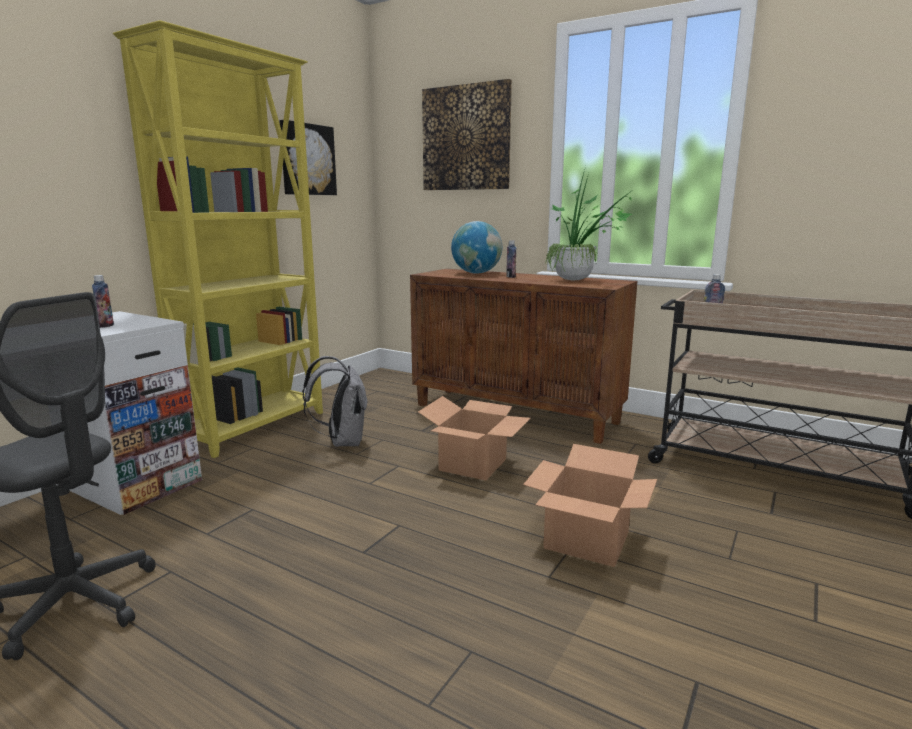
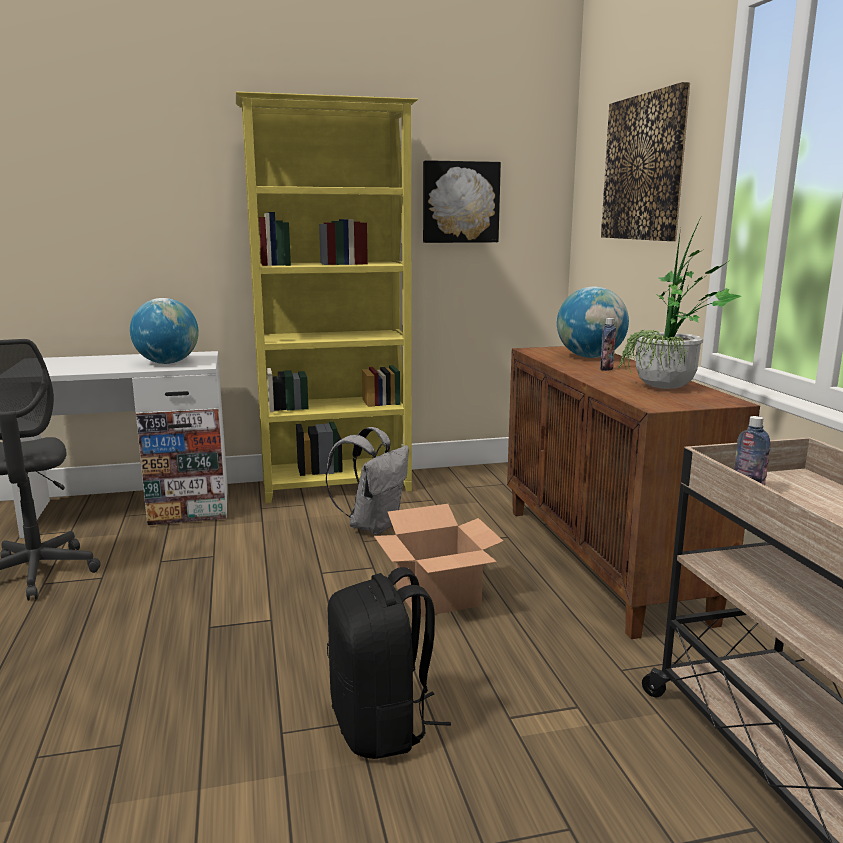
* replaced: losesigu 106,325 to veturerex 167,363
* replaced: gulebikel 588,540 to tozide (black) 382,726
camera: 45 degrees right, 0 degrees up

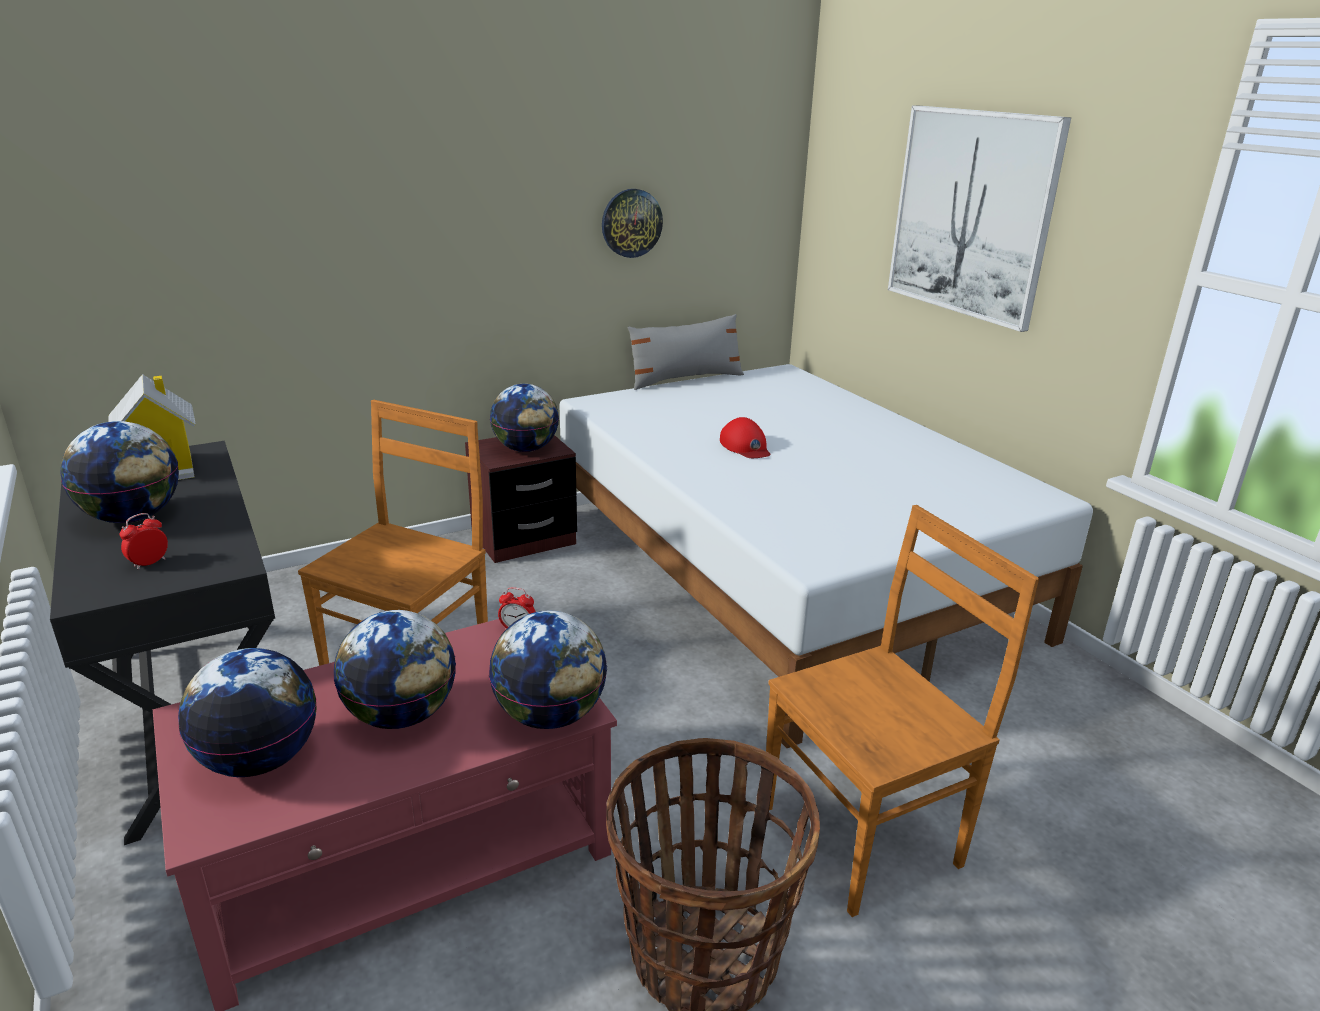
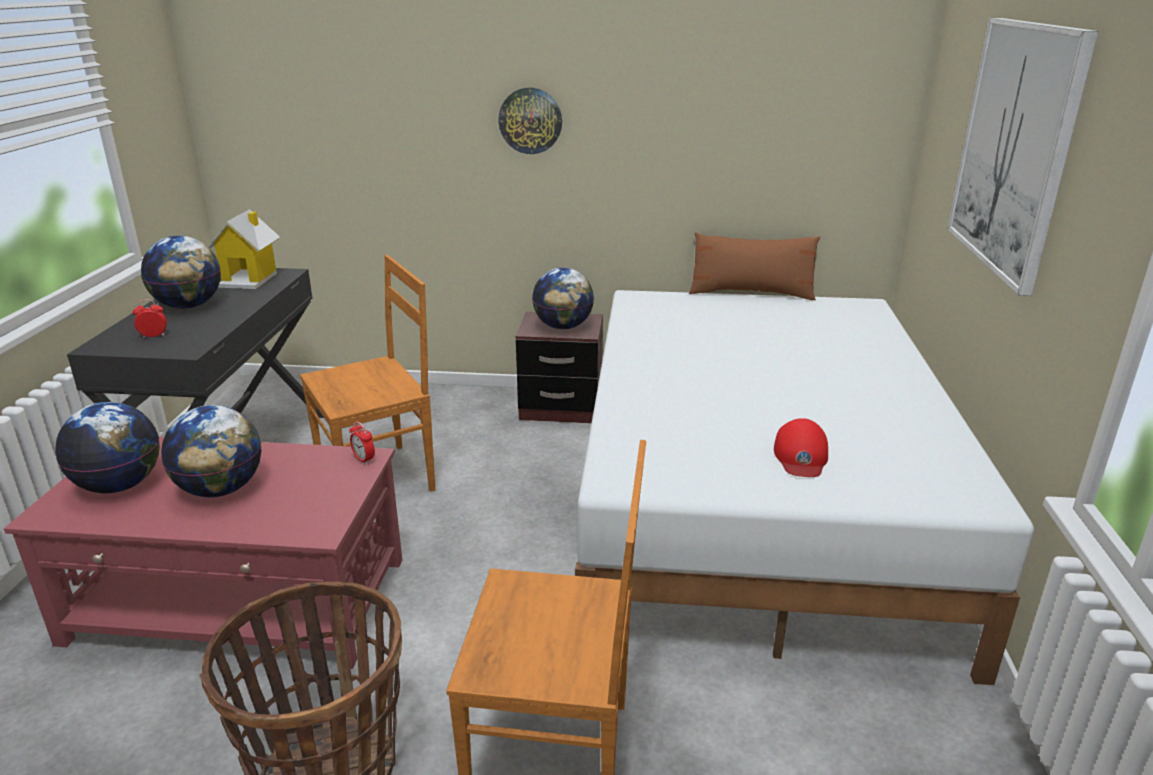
* moved: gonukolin 631,223 to 530,120
* recoloured: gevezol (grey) 685,379 to gevezol (brown) 751,293
* moved: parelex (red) 745,446 to 801,456
* removed: veturerex 550,716
camera: 35 degrees right, 0 degrees up

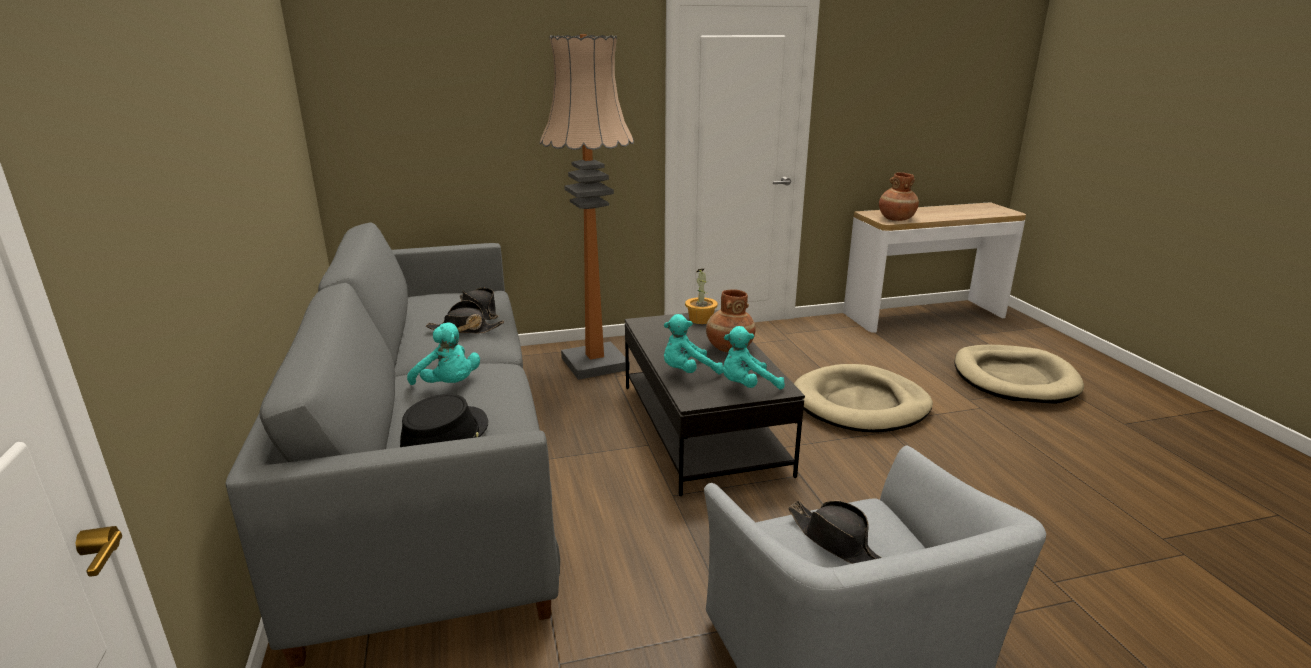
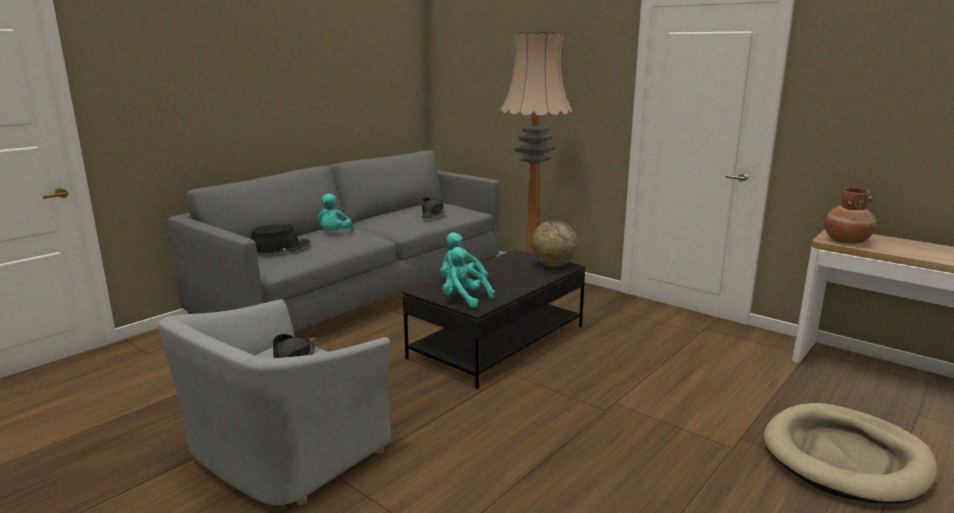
* replaced: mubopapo 701,319 to veturerex 553,265
* removed: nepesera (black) 465,329
* removed: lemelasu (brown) 729,348
* removed: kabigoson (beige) 860,404
camera: 55 degrees right, 5 degrees down

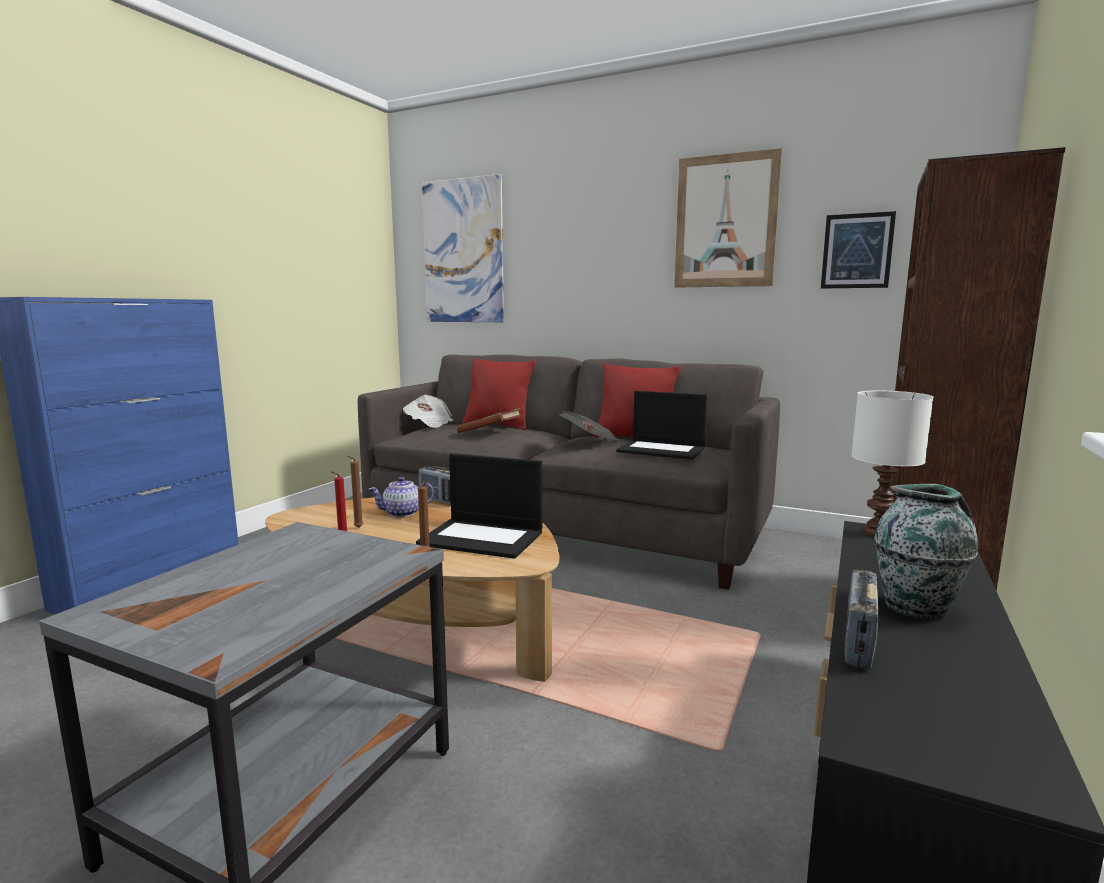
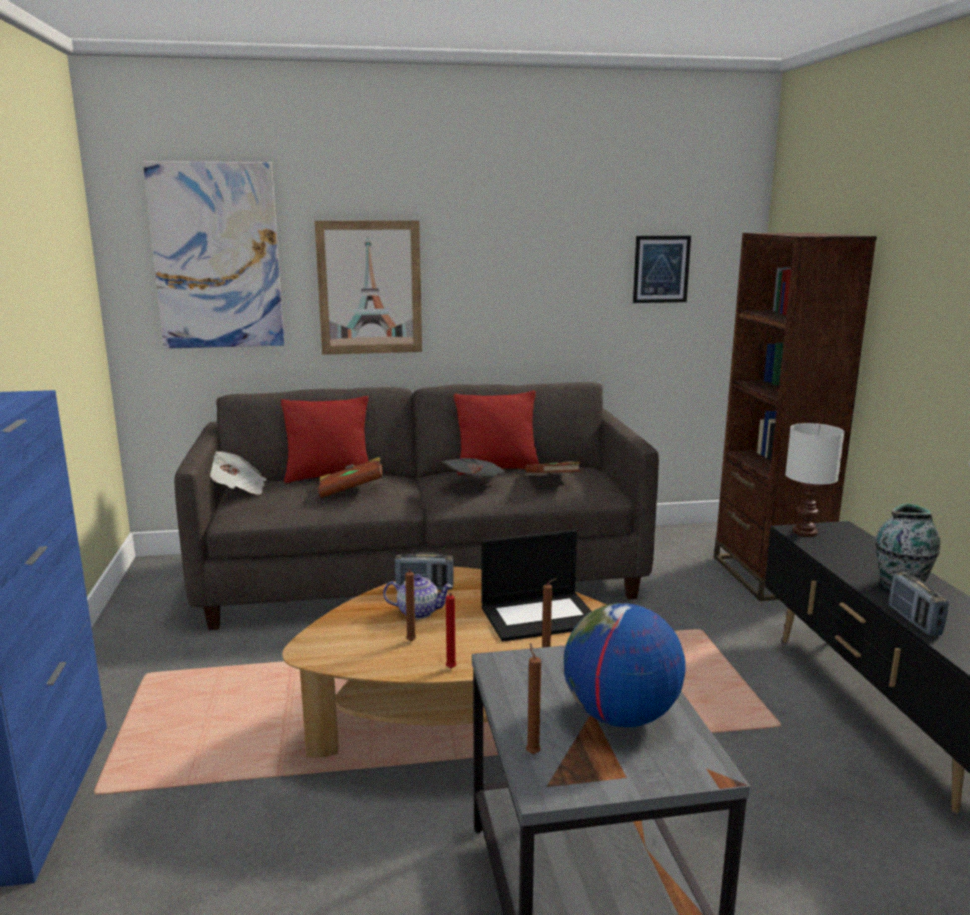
* moved: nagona 725,221 to 370,288
* turned: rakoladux 403,513 = 418,612 120 degrees counterclockwise
* replaced: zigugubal 662,450 to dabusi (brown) 553,481
* added: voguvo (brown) 532,752
* added: veturerex 620,716
camera: 35 degrees left, 5 degrees up

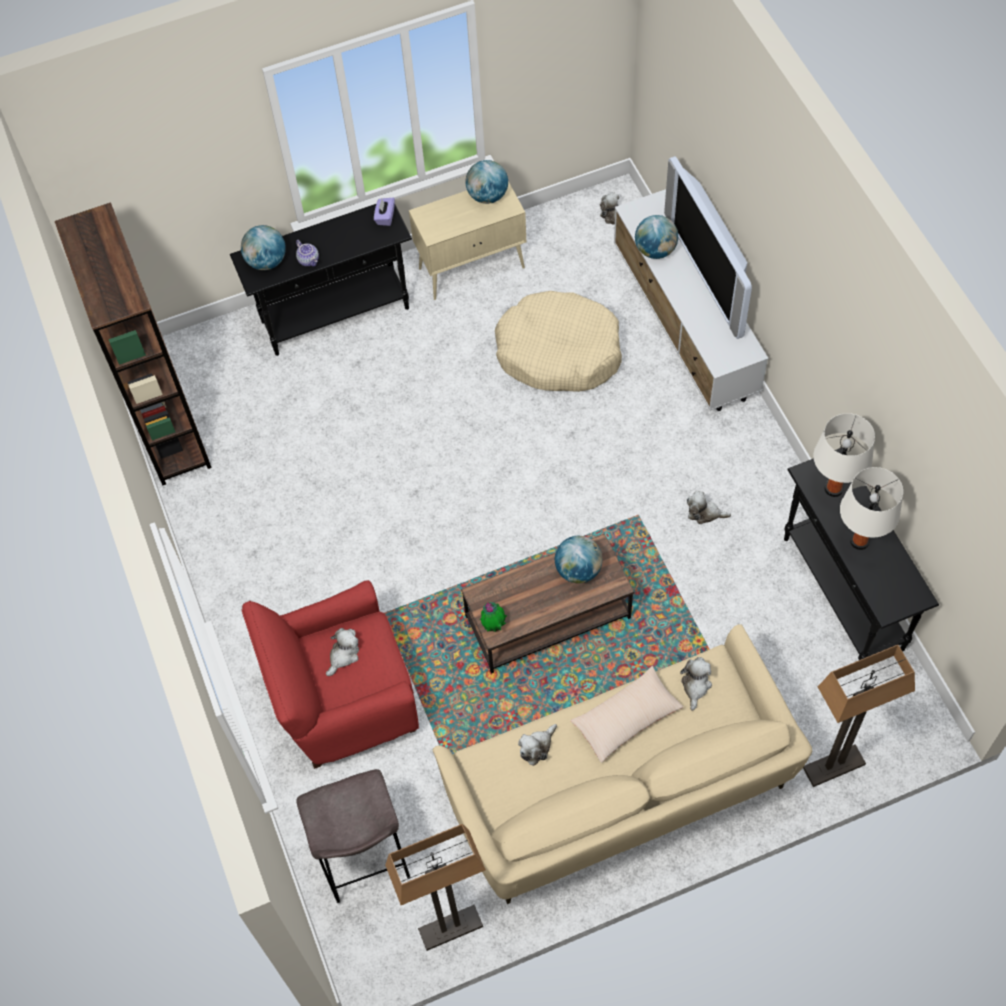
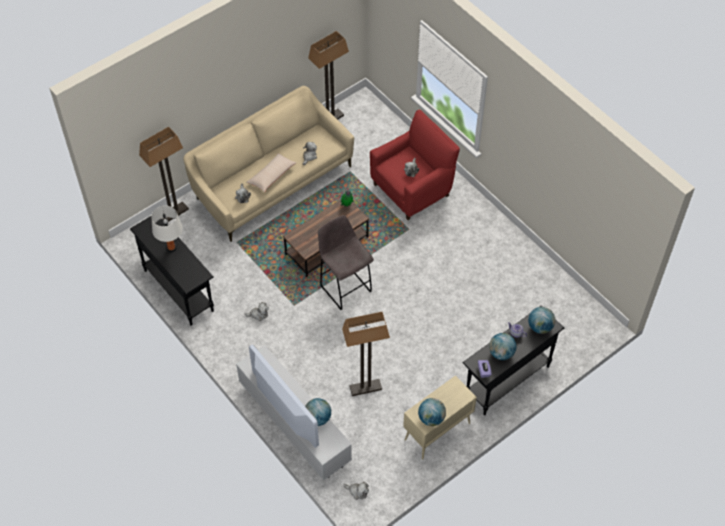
* moved: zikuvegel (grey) 364,860 to 345,287
* replaced: kabigoson (beige) 558,352 to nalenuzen 365,388
* moved: veturerex 578,570 to 501,353
* removed: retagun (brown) 169,427
* removed: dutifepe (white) 834,489
camera: 160 degrees right, 5 degrees down

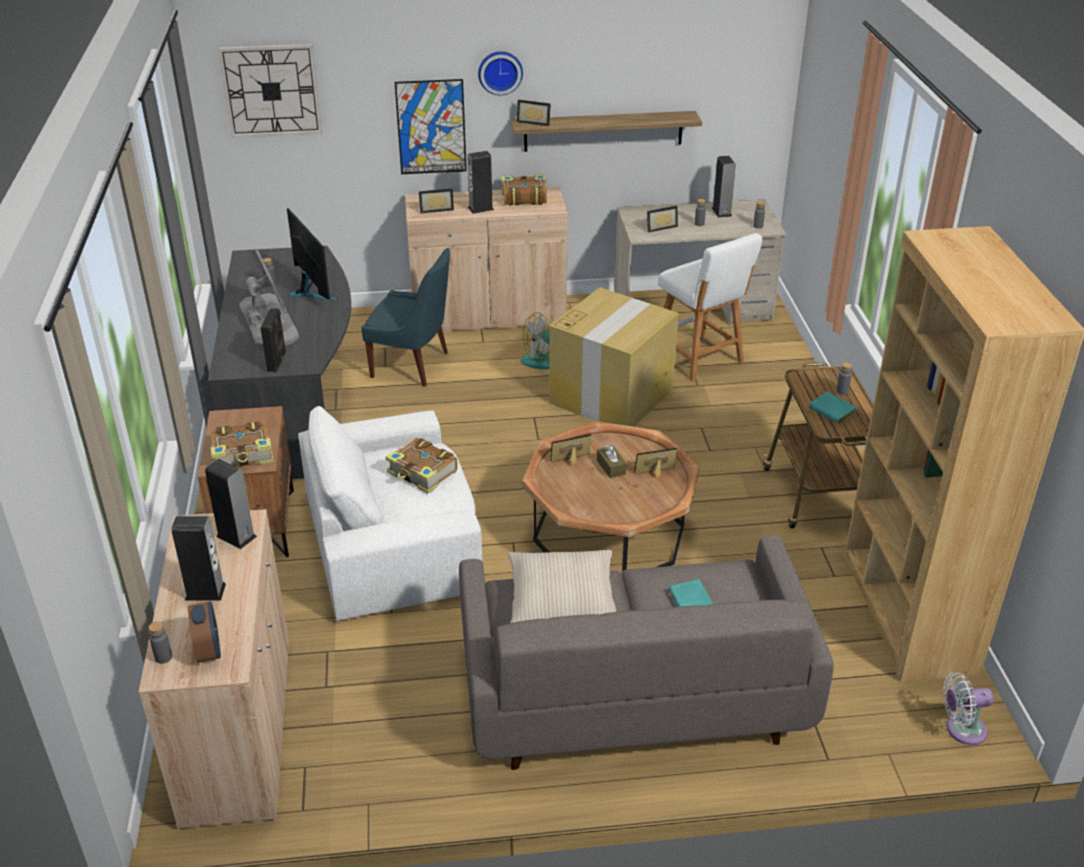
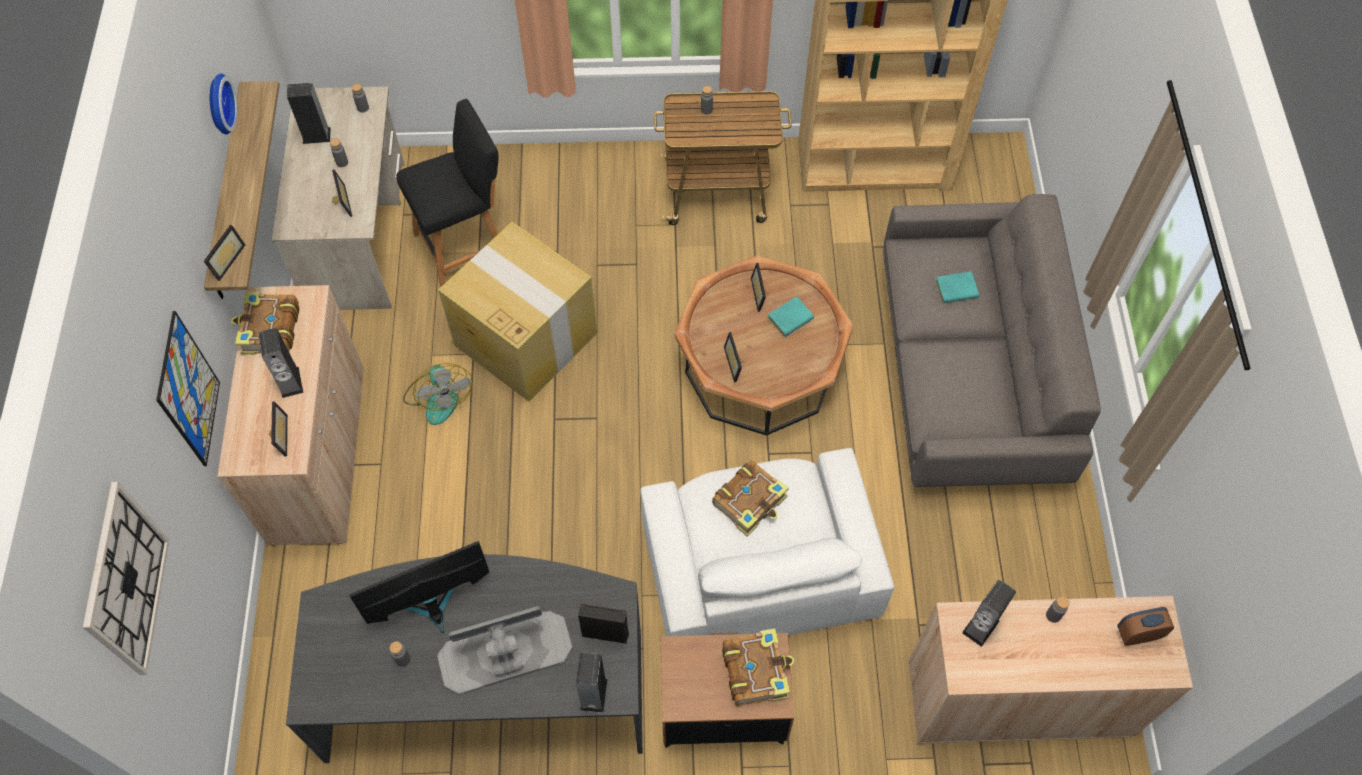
* moved: gonukolin 500,72 to 217,104
* recoloured: zikuvegel (white) 700,359 to zikuvegel (black) 466,244
* moved: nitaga 205,592 to 593,694
* moved: dabusi (turquoise) 833,411 to 790,317
* moved: losesigu (grey) 163,657 to 1053,615
* removed: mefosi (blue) 413,365
* removed: gevezol (beige) 562,600
* removed: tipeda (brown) 611,467
* removed: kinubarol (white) 961,729
camera: 85 degrees left, 25 degrees up

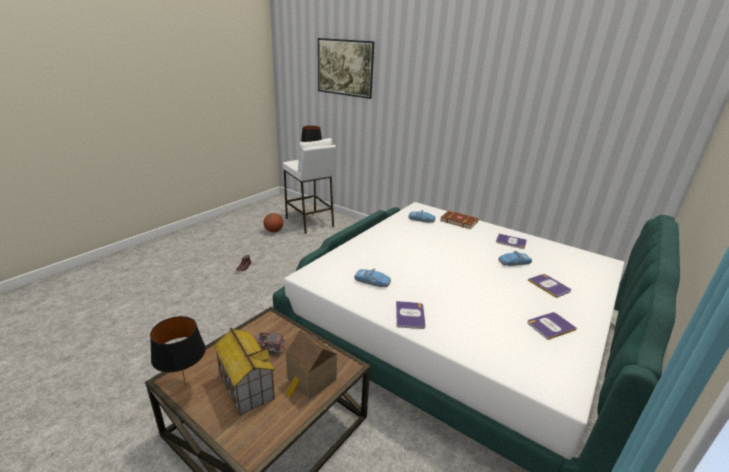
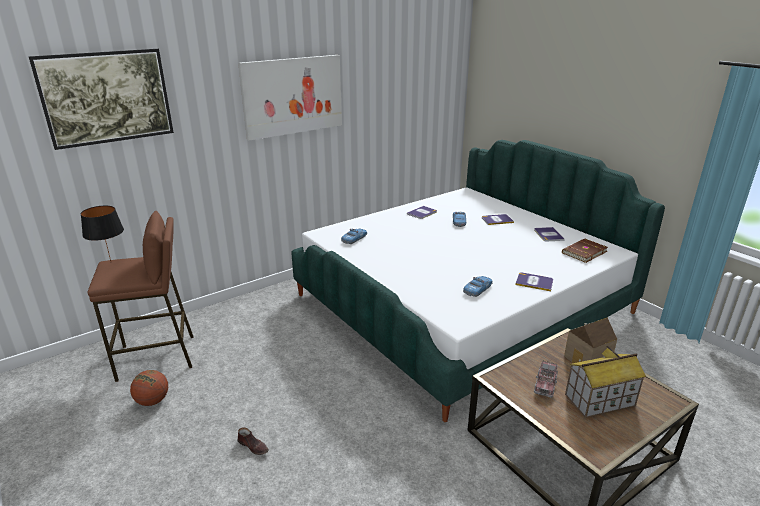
* recoloured: zikuvegel (white) 309,222 to zikuvegel (brown) 157,357
* added: nagona 293,96
* moved: dabusi (brown) 459,221 to 583,252
* removed: dutifepe (black) 186,385
camera: 70 degrees left, 0 degrees up

